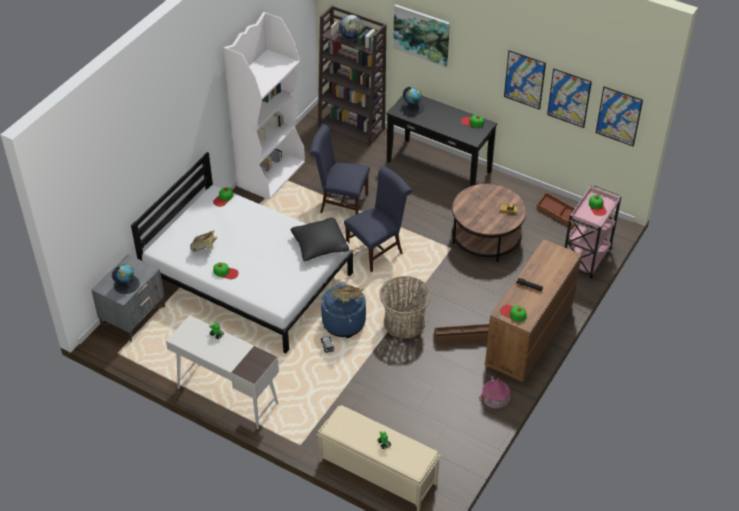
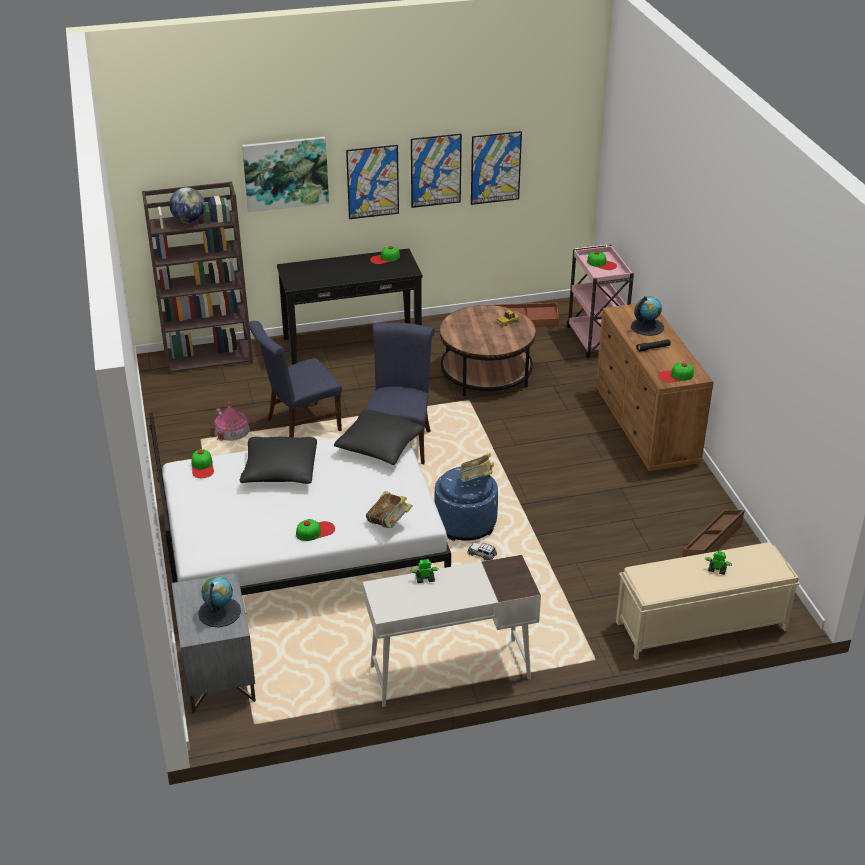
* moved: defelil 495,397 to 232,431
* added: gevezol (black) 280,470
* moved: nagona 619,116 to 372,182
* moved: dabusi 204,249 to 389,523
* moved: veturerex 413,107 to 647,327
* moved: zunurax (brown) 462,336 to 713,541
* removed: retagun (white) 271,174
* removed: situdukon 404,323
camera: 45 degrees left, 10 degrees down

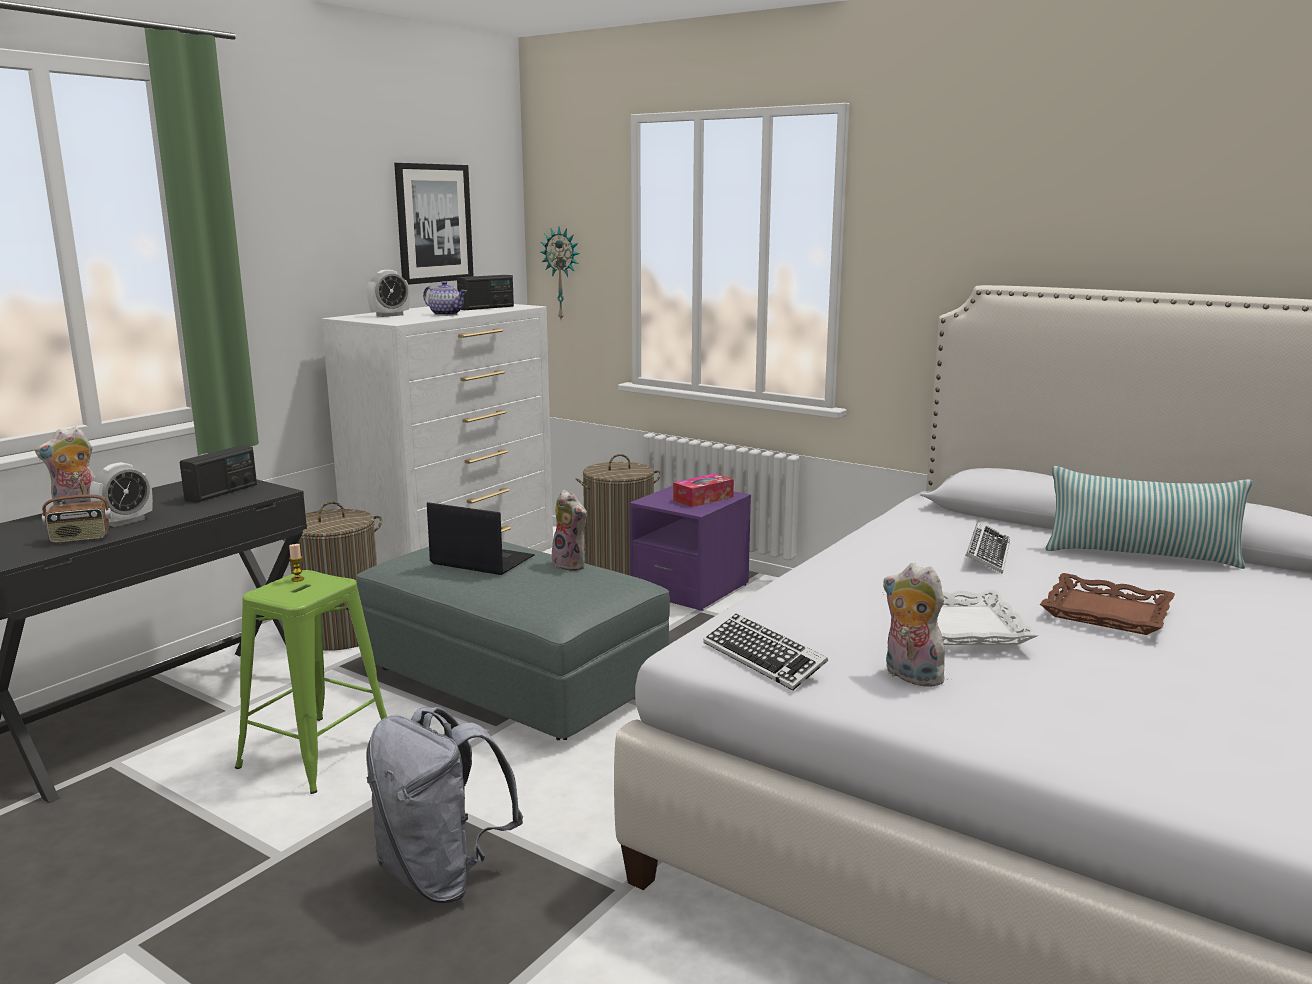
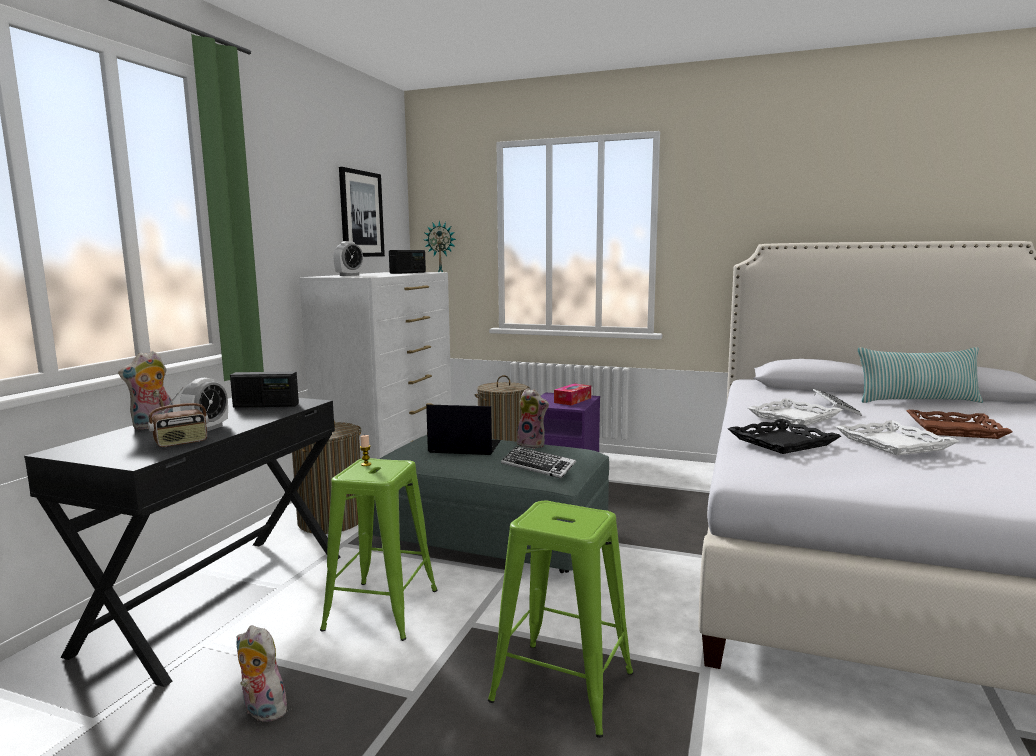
* turned: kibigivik 222,492 = 266,405 75 degrees clockwise
* moved: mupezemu 909,676 to 261,711
* replaced: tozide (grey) 441,876 to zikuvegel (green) 561,686
* moved: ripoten 763,659 to 538,467
* added: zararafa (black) 783,442
* added: zararafa (white) 793,417
* removed: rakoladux 447,314
camera: 15 degrees left, 5 degrees down

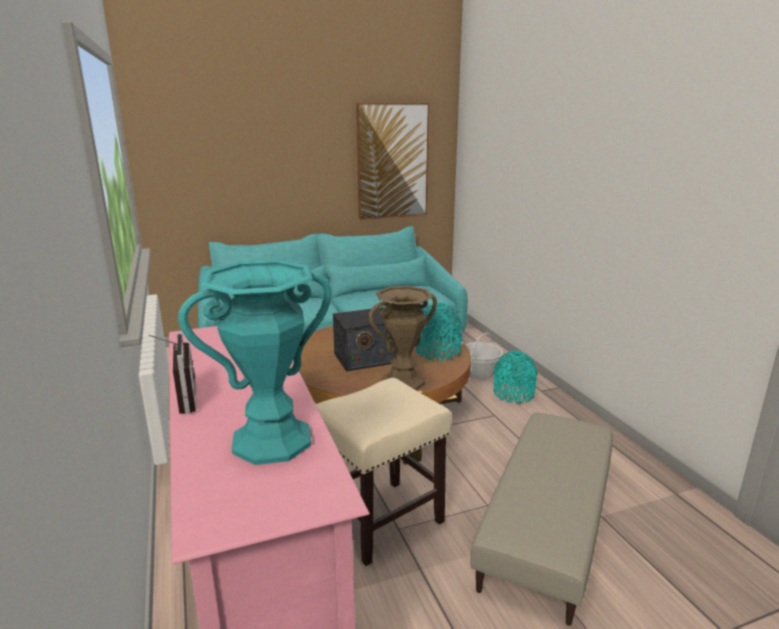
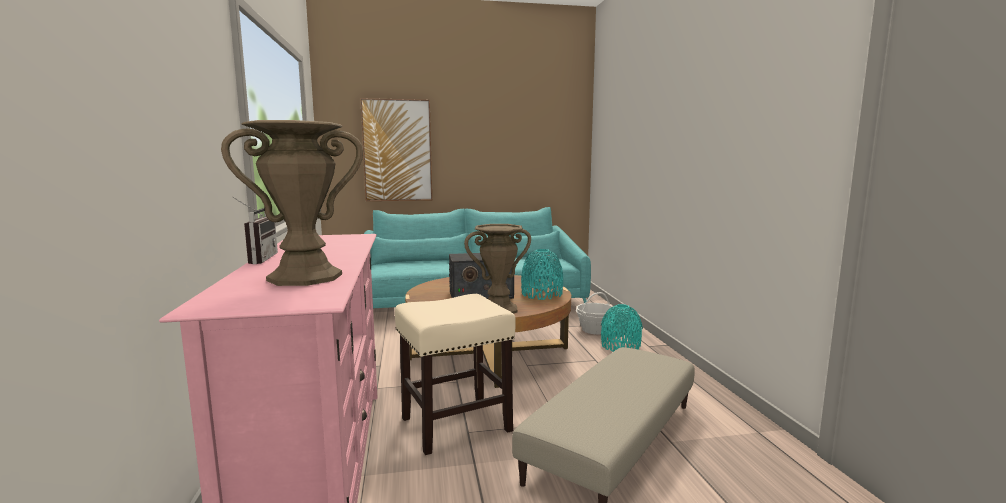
* recoloured: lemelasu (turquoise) 272,440 to lemelasu (brown) 305,277
* moved: nagona 392,161 to 397,150
camera: 10 degrees right, 10 degrees down

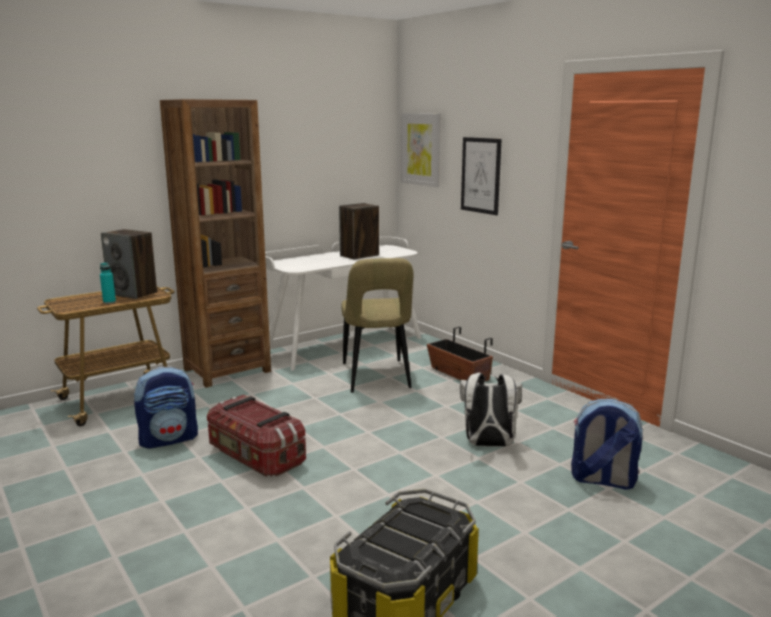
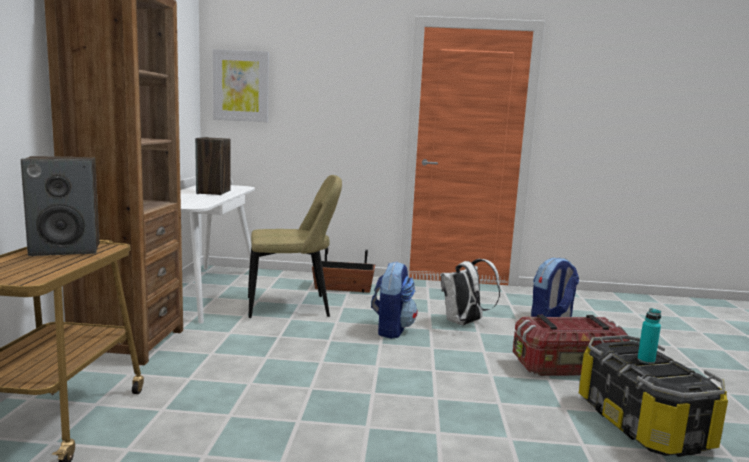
* turned: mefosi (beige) 376,378 = 292,307 45 degrees counterclockwise
* moved: tozide 169,439 to 391,329
* moved: zunurax 255,456 to 568,368
* moved: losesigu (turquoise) 109,302 to 646,360
* removed: nagona 480,175
camera: 50 degrees left, 5 degrees down

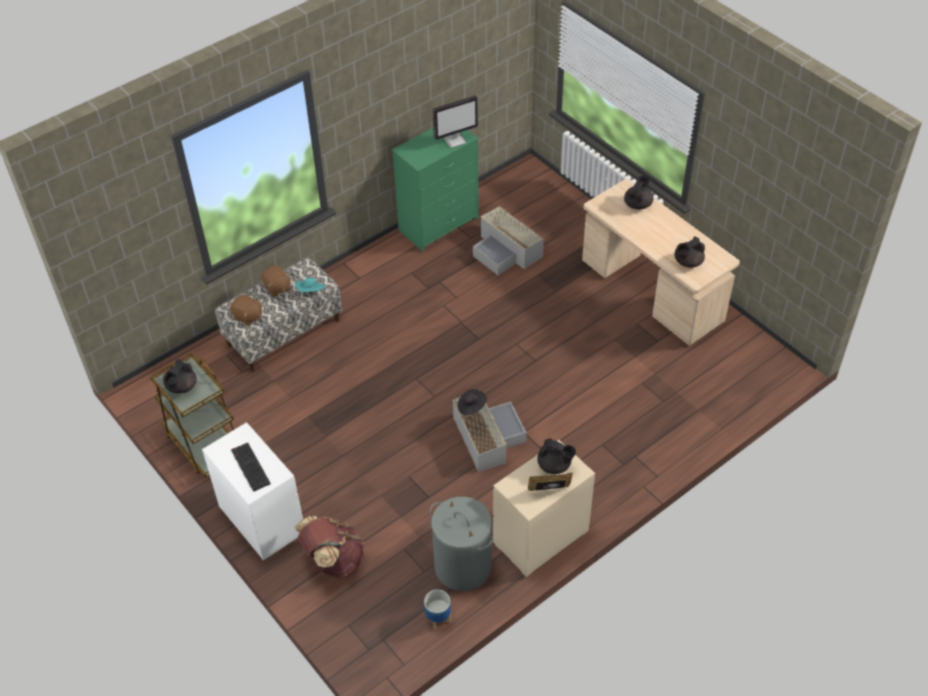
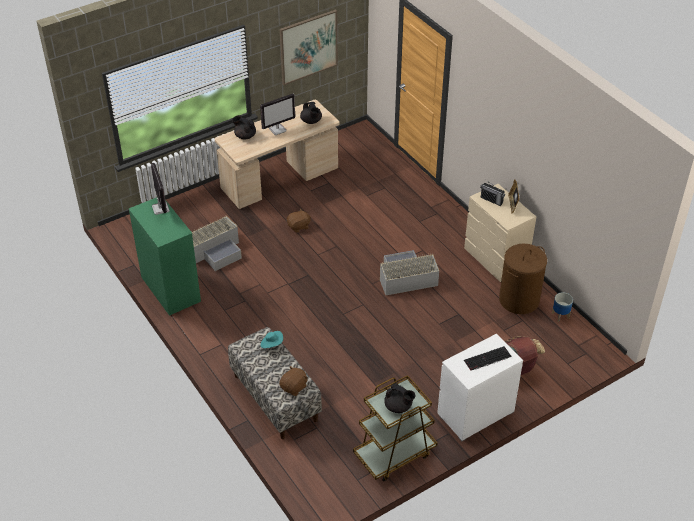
* added: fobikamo 278,129
* added: nagona 308,47
* moved: mupezemu (brown) 277,288 to 299,226
* replaced: rakoladux (black) 554,465 to kibigivik 491,200
* recoloured: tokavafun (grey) 462,567 to tokavafun (brown) 519,300
* removed: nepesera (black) 471,406
camera: 85 degrees left, 5 degrees down

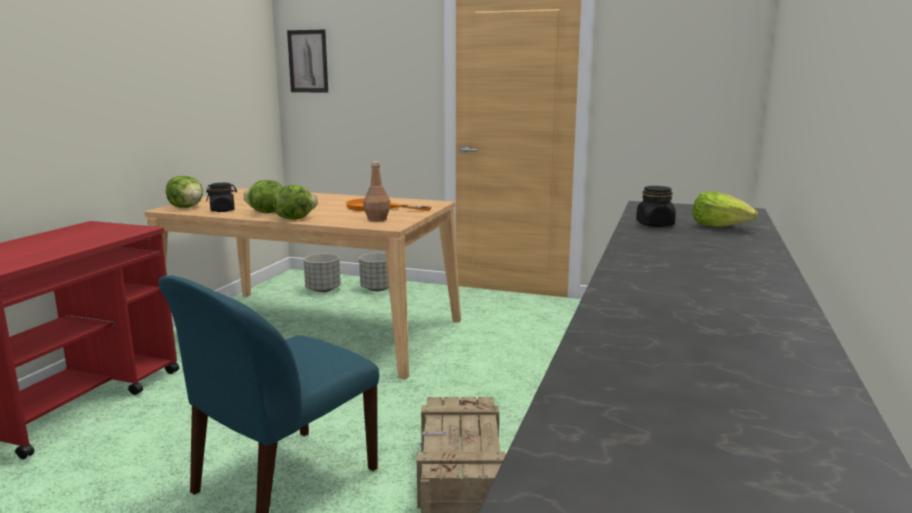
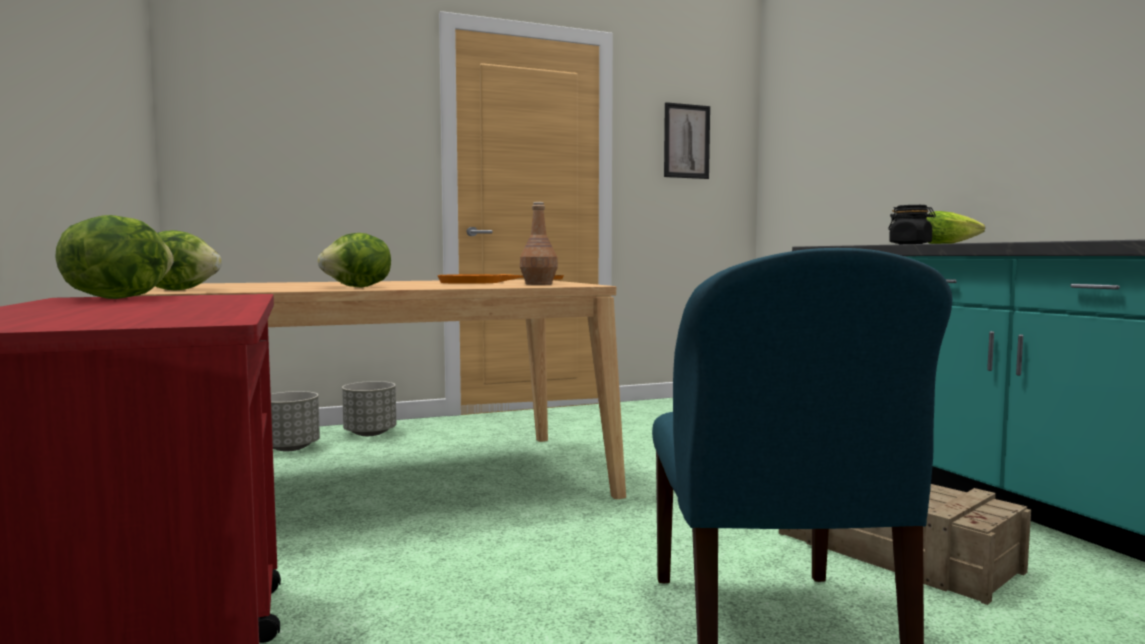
* moved: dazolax 294,218 to 117,298
* moved: nagona 308,61 to 686,141
* removed: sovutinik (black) 223,210
camera: 40 degrees left, 10 degrees down

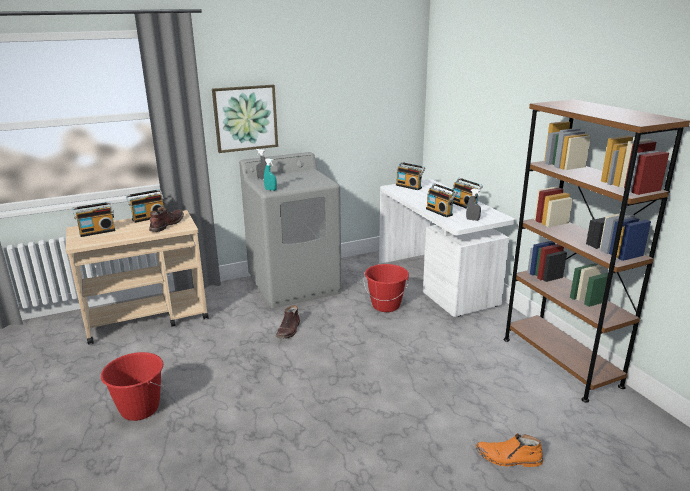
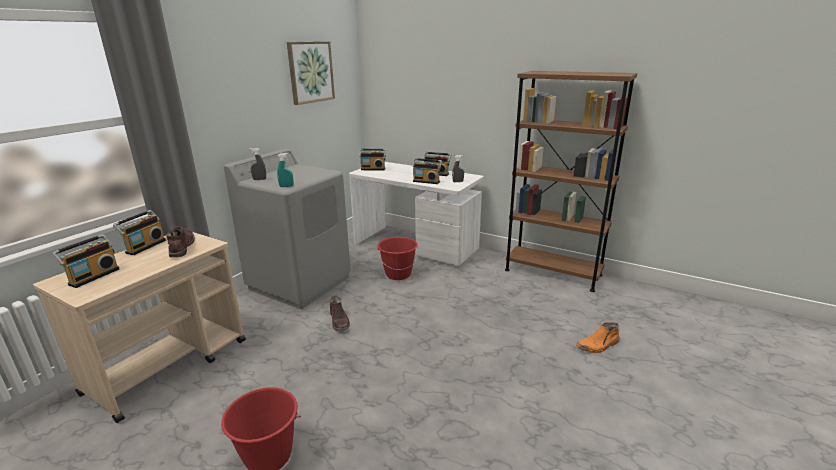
* moved: nagona 245,118 to 310,72
camera: 35 degrees left, 0 degrees up

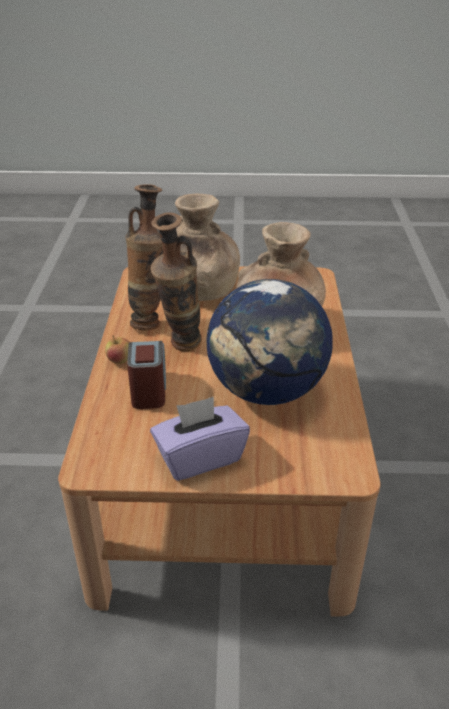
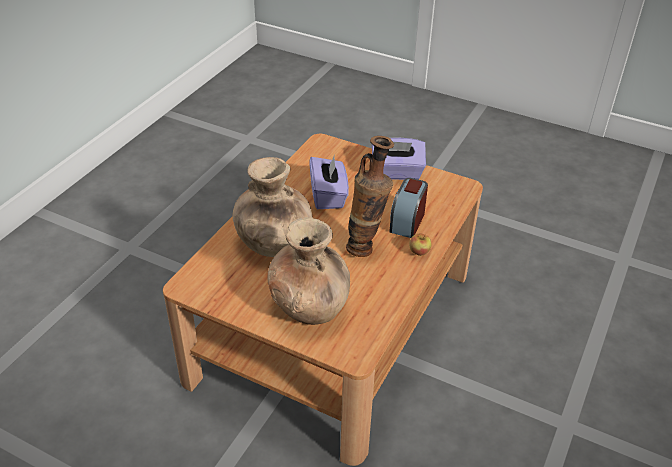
* replaced: veturerex 267,391 to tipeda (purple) 328,195
* removed: lemelasu 151,321
camera: 155 degrees left, 5 degrees up

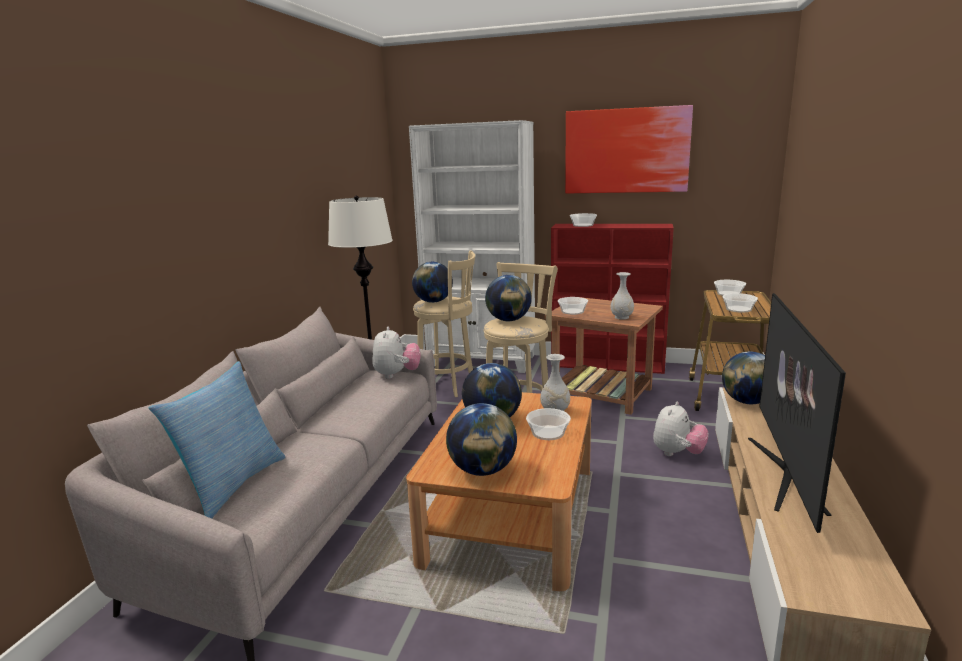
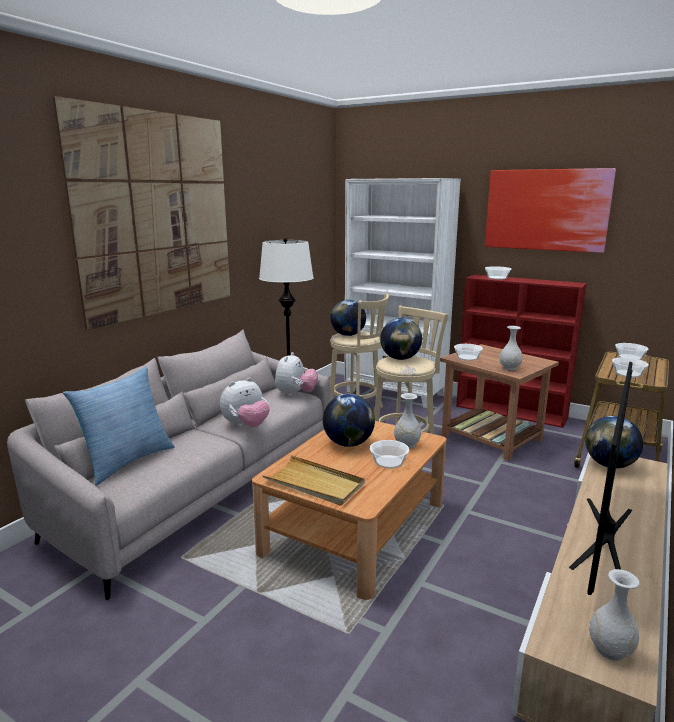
* added: nagona 157,215
* moved: mupezemu 677,453 to 246,426
* replaced: veturerex 482,470 to zararafa (beige) 314,483
* added: lemelasu (white) 610,649
camera: 15 degrees right, 0 degrees up

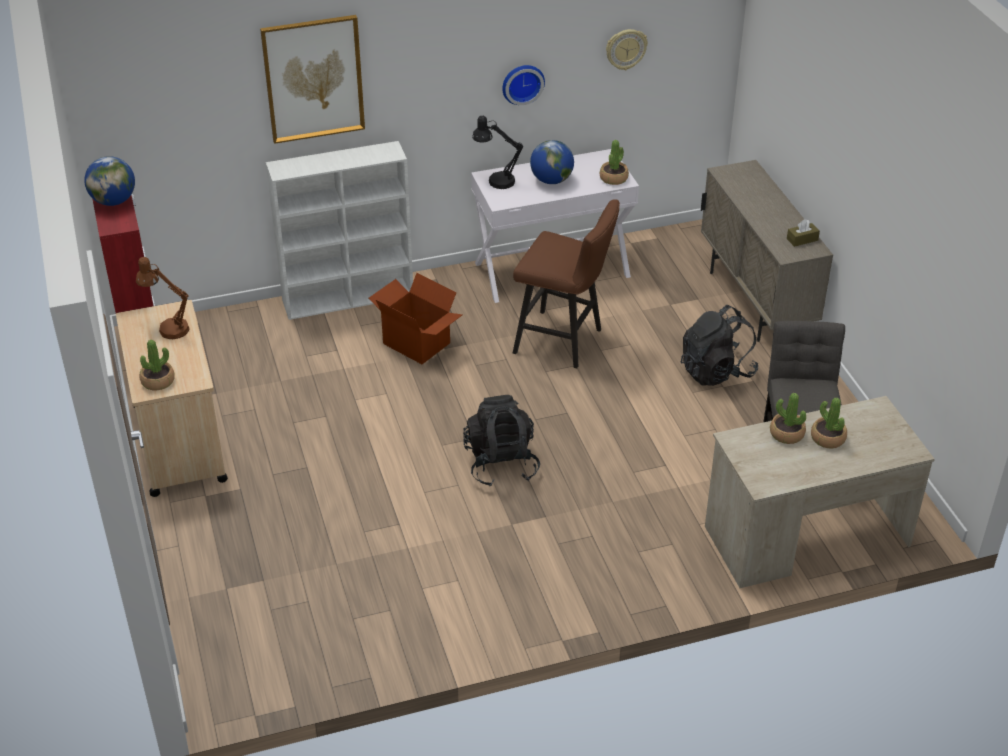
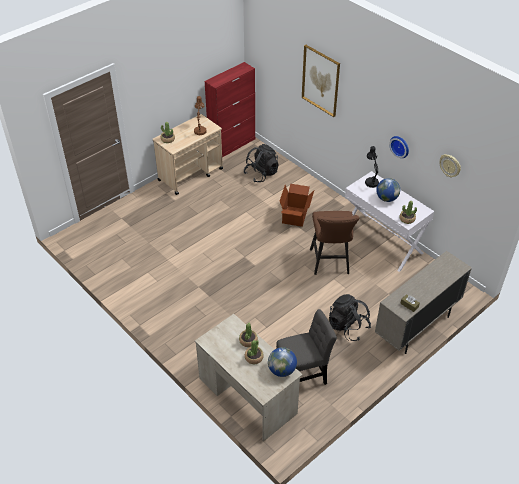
* moved: tozide (black) 501,464 to 261,174
* moved: veturerex 113,201 to 282,370
* removed: retagun (white) 349,298
camera: 65 degrees right, 5 degrees up

